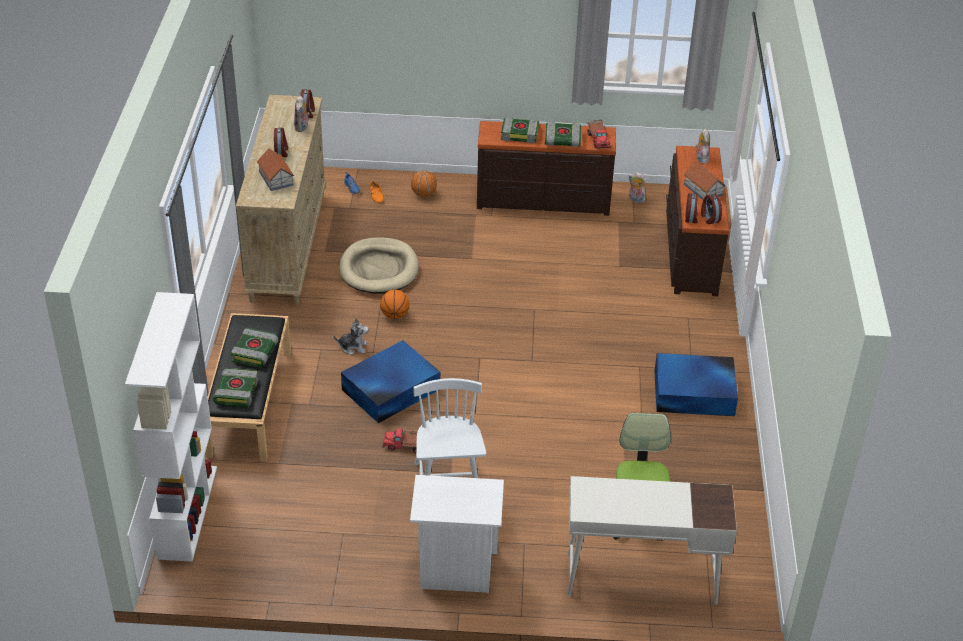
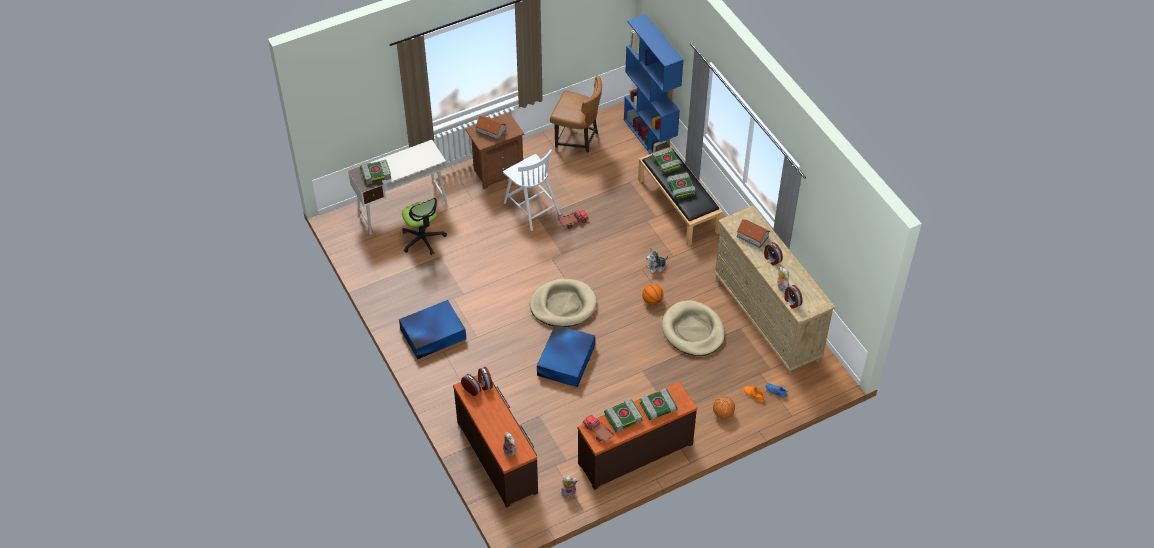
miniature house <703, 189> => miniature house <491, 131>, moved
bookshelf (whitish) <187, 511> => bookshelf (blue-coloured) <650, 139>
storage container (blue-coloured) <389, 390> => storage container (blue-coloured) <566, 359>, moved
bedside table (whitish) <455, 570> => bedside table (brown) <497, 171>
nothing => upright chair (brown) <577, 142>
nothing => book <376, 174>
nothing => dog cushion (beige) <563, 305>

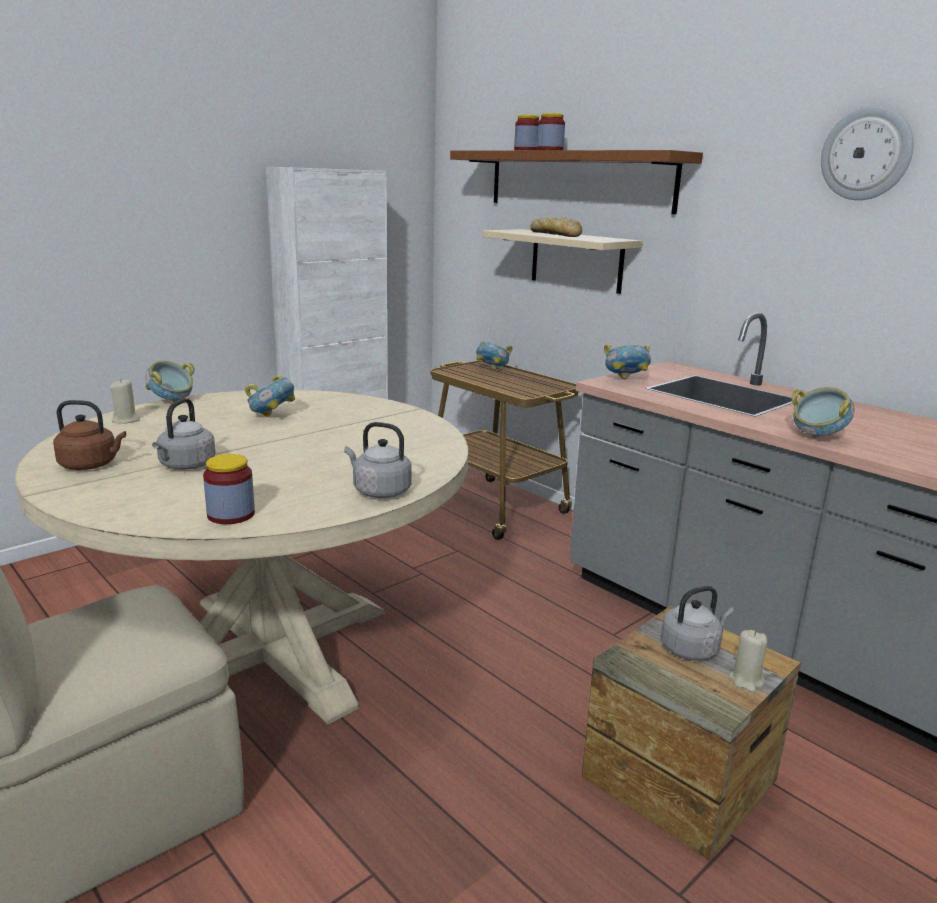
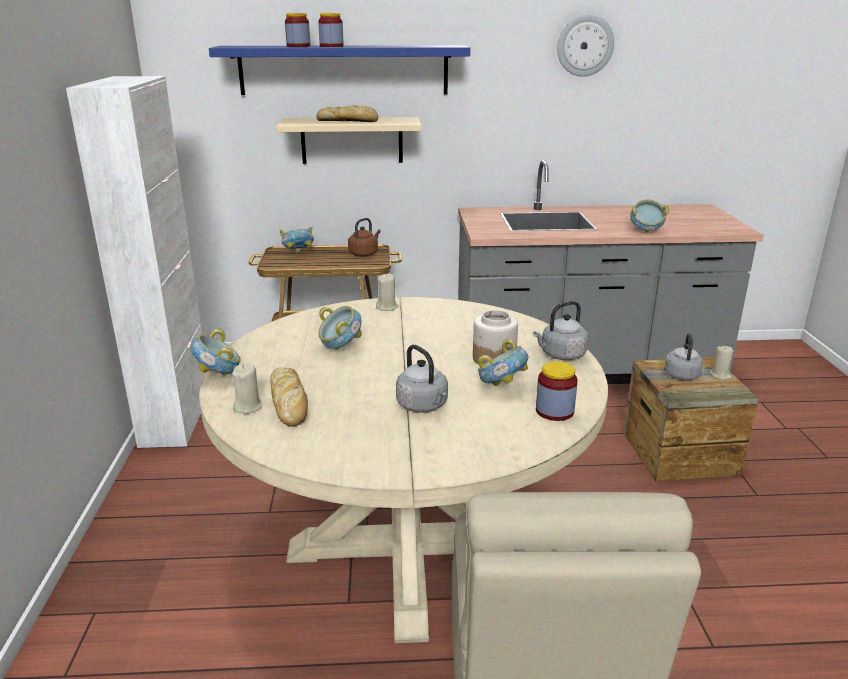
bracket shelf (brown) <578, 180> => bracket shelf (blue-coloured) <344, 70>
serving bowl <625, 380> => serving bowl <501, 386>, moved
tea kettle (brown) <91, 465> => tea kettle (brown) <364, 253>, moved
nothing => wax light (beige) <387, 307>
nothing => preserve jar <493, 358>
nothing => bread <289, 403>

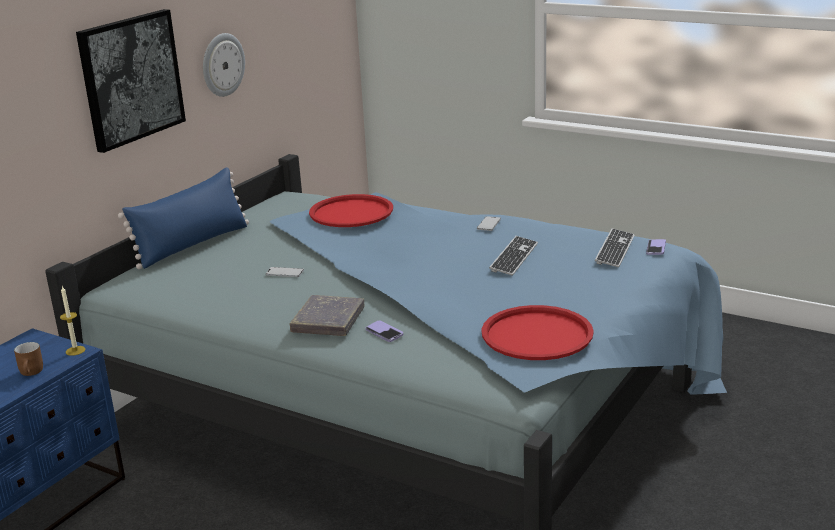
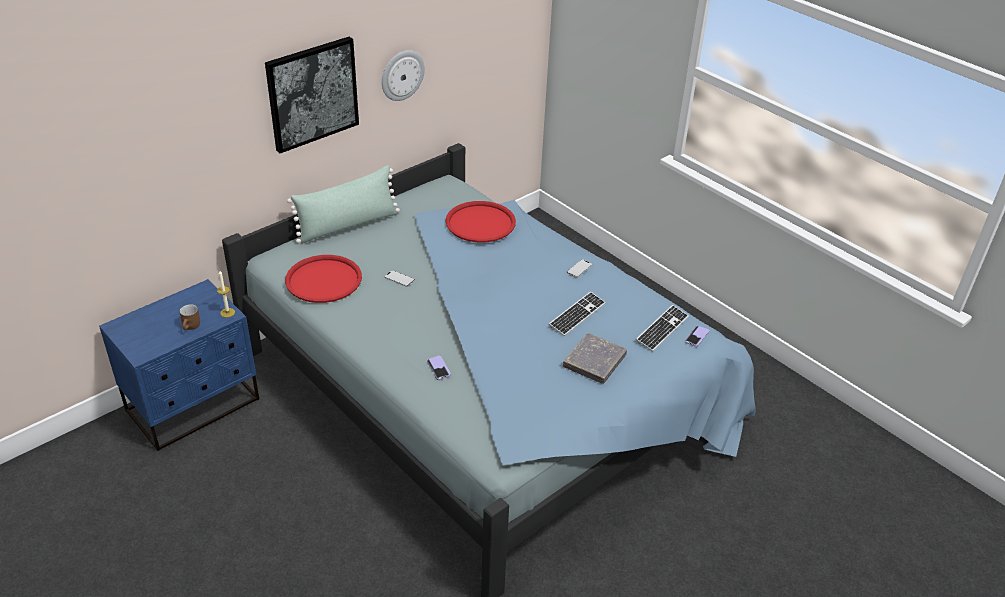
cushion (blue-coloured) <192, 245> => cushion (greenish) <348, 225>
book (gray) <328, 320> => book (gray) <594, 361>, moved
tray (red-coloured) <537, 334> => tray (red-coloured) <323, 280>, moved

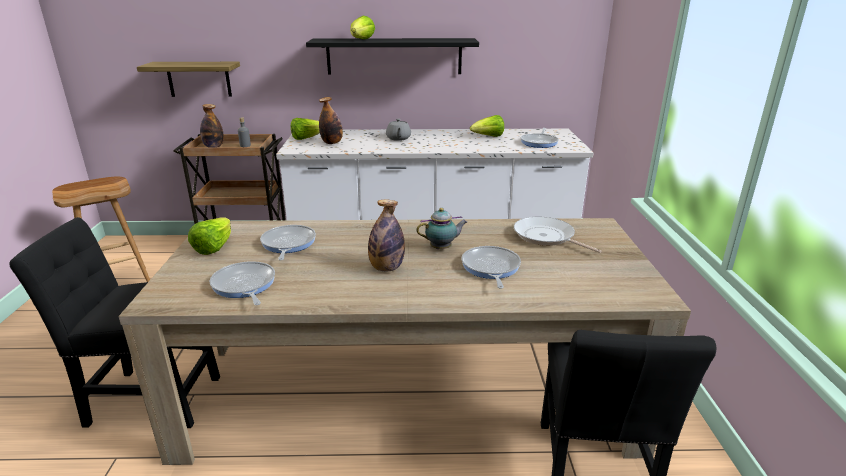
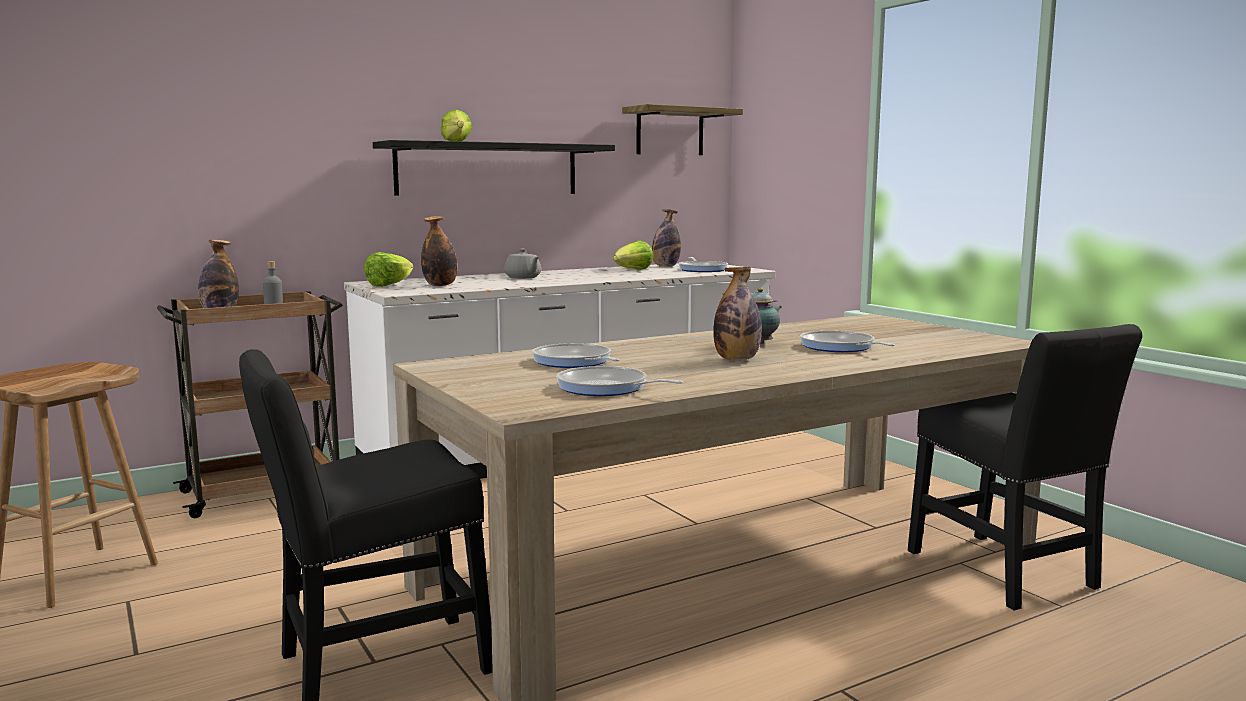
bracket shelf <199, 79> => bracket shelf <670, 132>, moved
skillet <546, 237> => nothing
lettuce <214, 247> => nothing
nothing => drink bottle <665, 266>

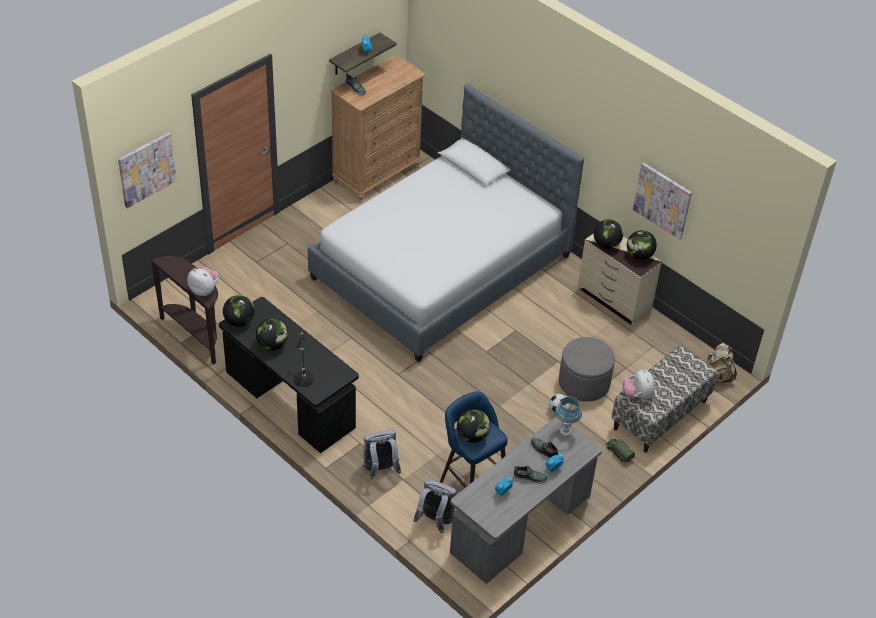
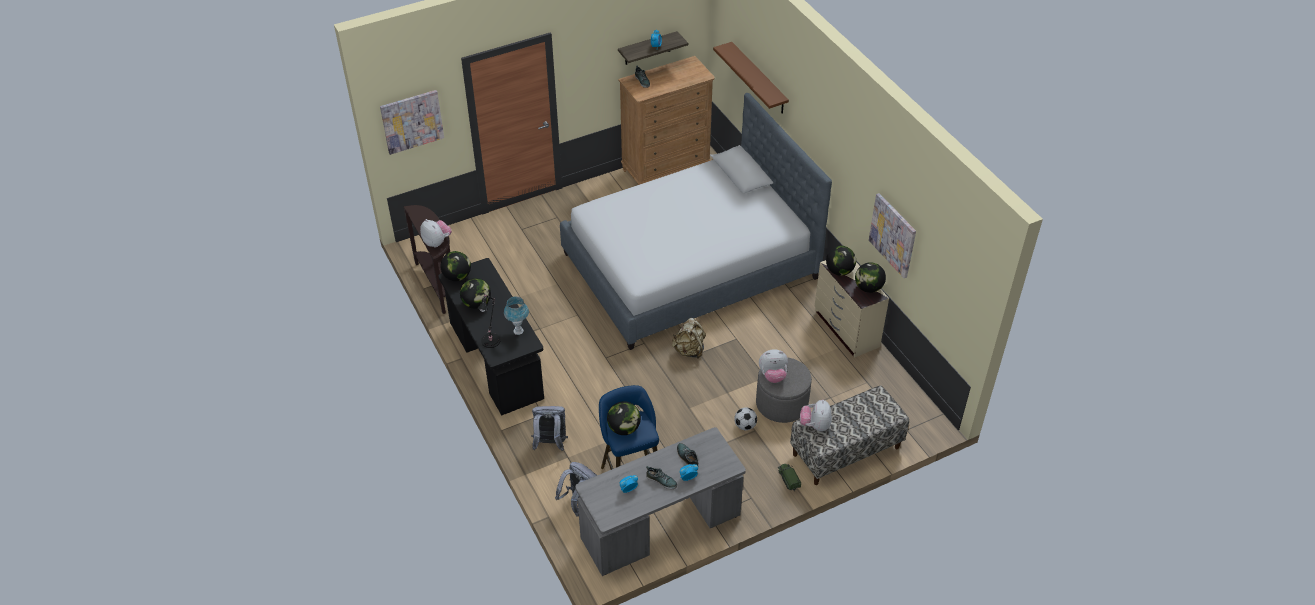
rucksack (beige) <716, 376> => rucksack (beige) <689, 350>, moved
table lamp (blue-coloured) <565, 431> => table lamp (blue-coloured) <518, 331>, moved
nothing => bracket shelf (brown) <759, 79>
nothing => plush toy <772, 375>

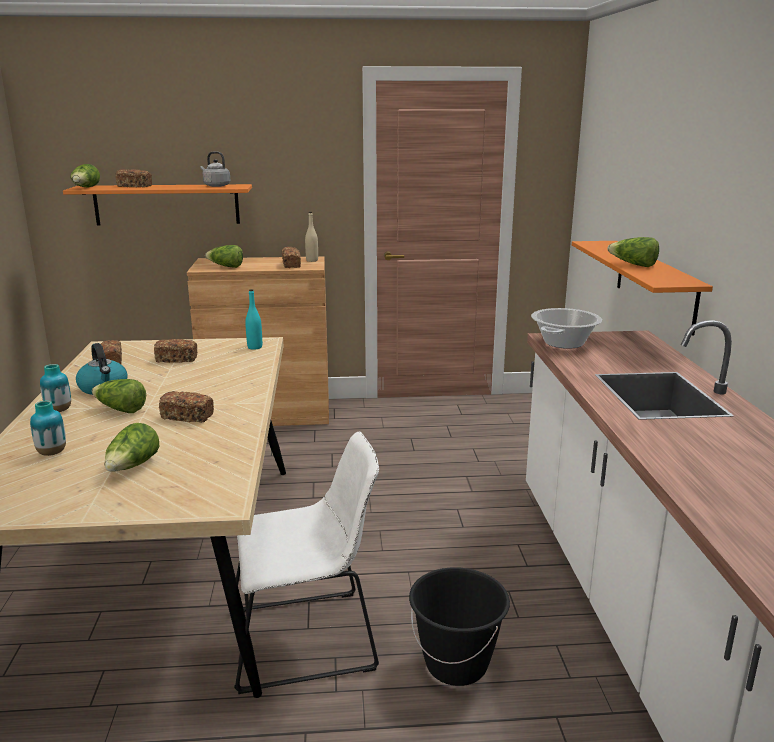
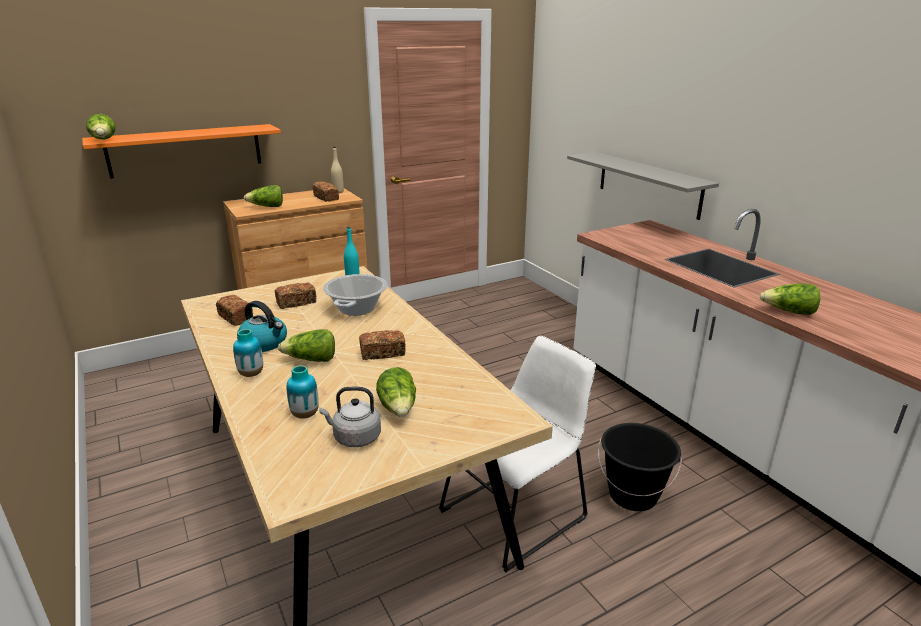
tea kettle (gray) <215, 186> => tea kettle (gray) <354, 438>, moved
bread <135, 186> => nothing
lettuce <633, 265> => lettuce <789, 312>, moved
bracket shelf (orangey) <655, 284> => bracket shelf (gray) <648, 184>
cooking pot <564, 343> => cooking pot <357, 308>, moved

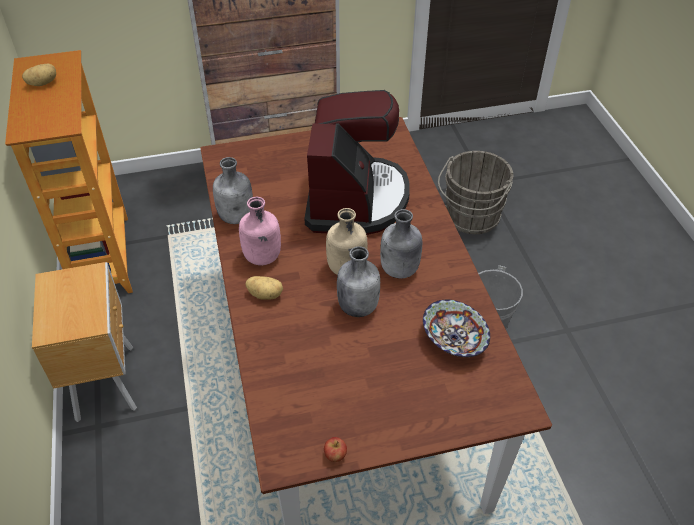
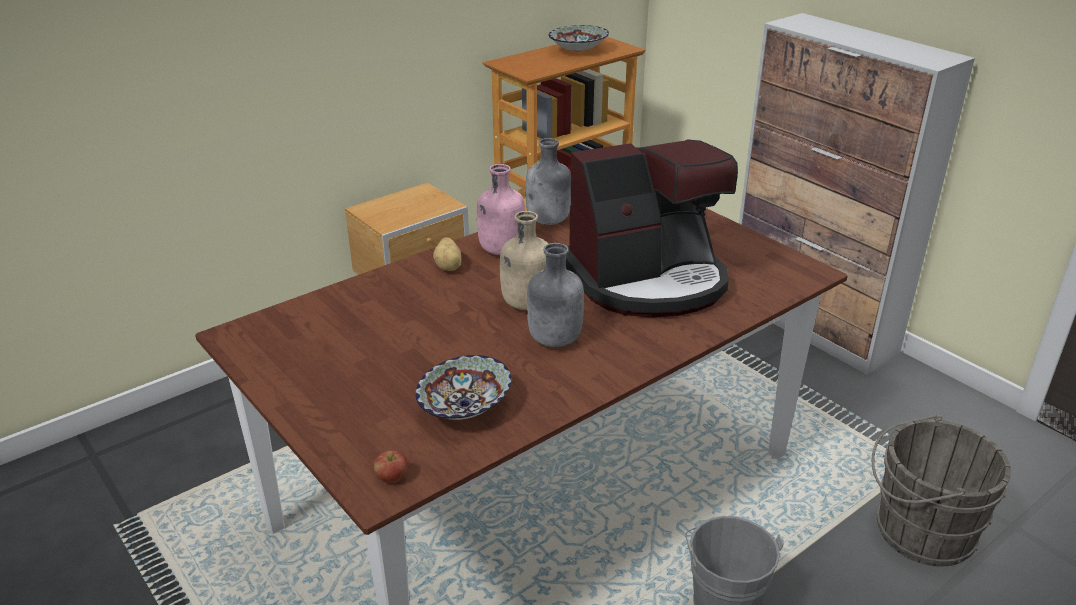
whole potato <43, 83> => serving bowl <578, 51>
drink bottle (gray) <358, 306> => nothing
apple fruit <335, 455> => apple fruit <392, 478>, moved

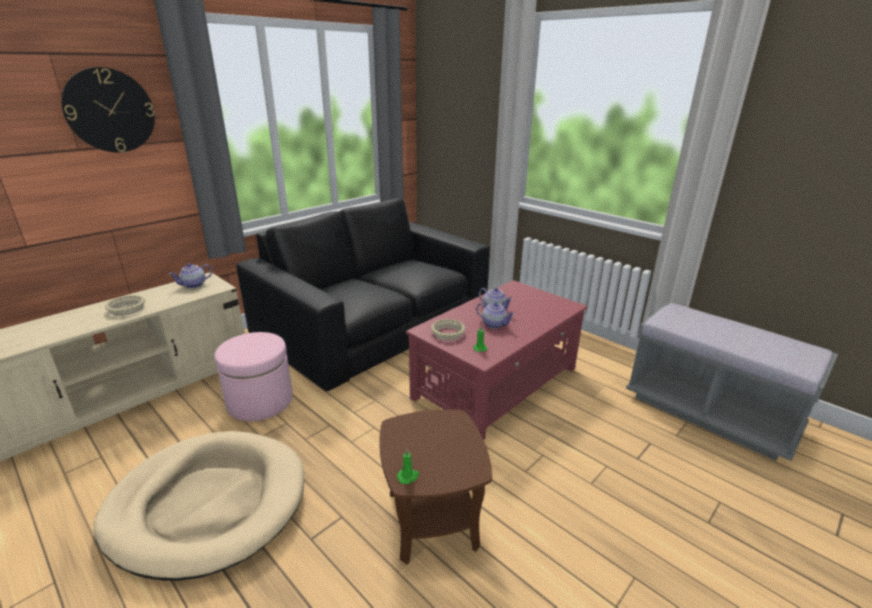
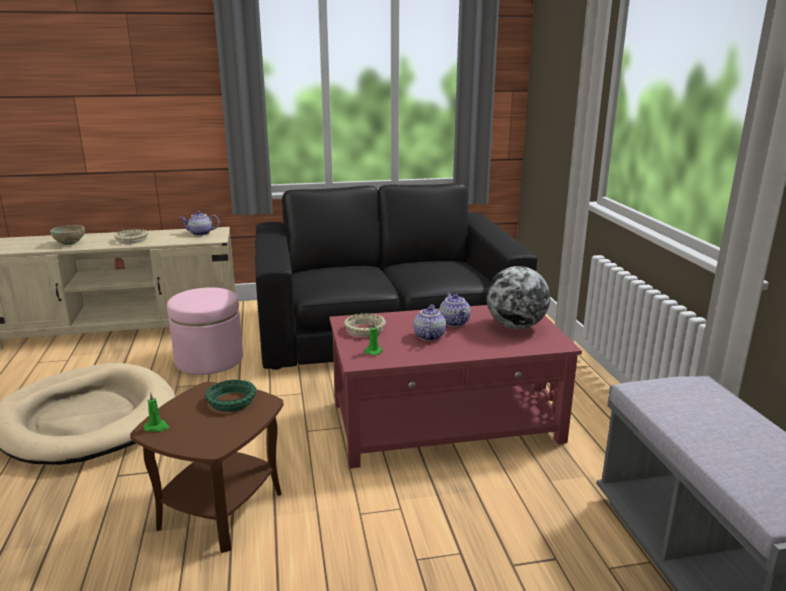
hanging clock <110, 111> => nothing
pot for tea <494, 324> => pot for tea <428, 336>, 150 degrees counterclockwise
nothing => serving bowl (beige) <70, 244>
nothing => world globe <515, 326>
nothing => serving bowl (greenish) <231, 400>

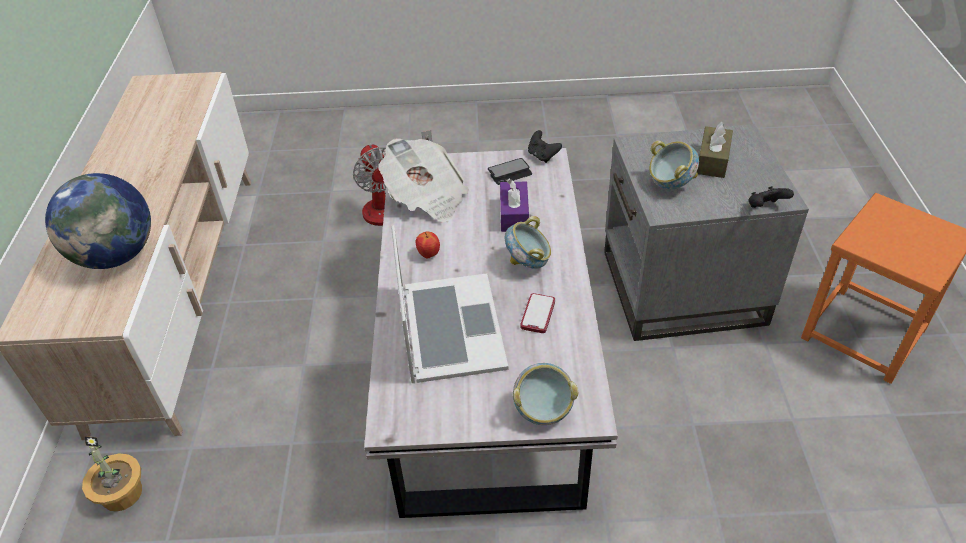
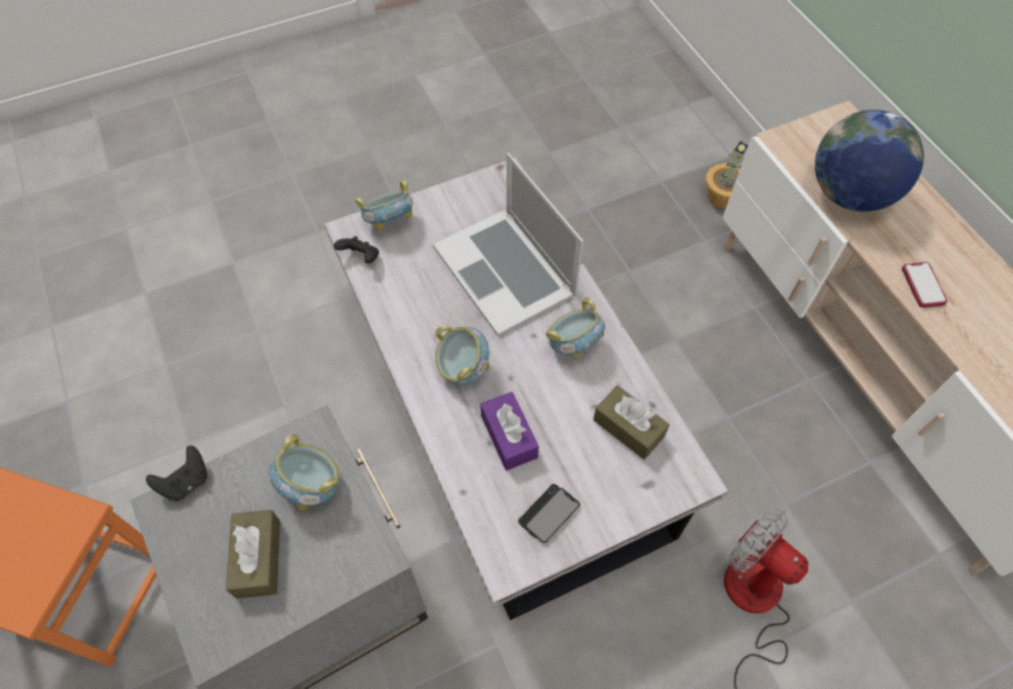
game controller (black) <542, 156> => game controller (black) <361, 258>, moved
printed paper <426, 198> => box of tissues (brown) <628, 428>
apple fruit <428, 255> => serving bowl <573, 344>
handset <538, 314> => handset <923, 285>, moved

